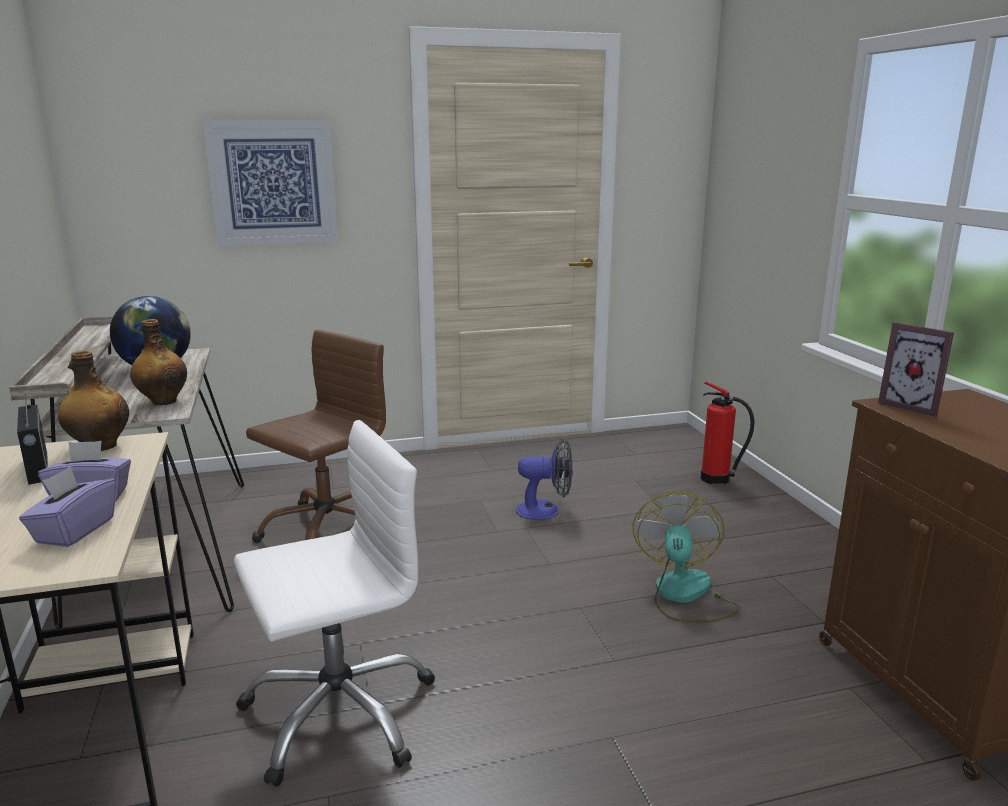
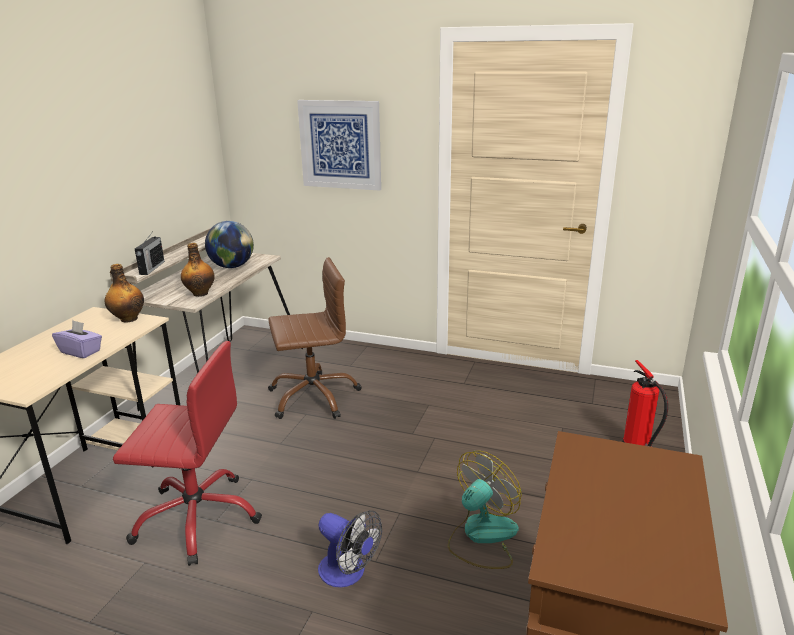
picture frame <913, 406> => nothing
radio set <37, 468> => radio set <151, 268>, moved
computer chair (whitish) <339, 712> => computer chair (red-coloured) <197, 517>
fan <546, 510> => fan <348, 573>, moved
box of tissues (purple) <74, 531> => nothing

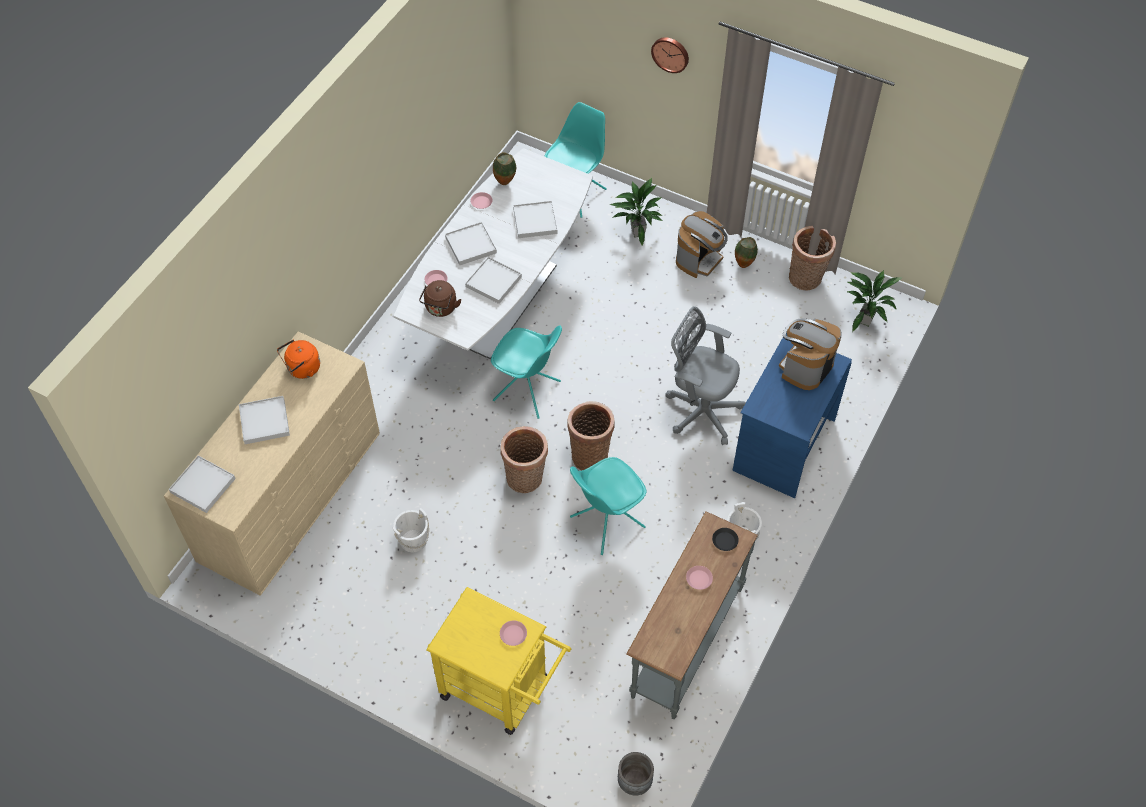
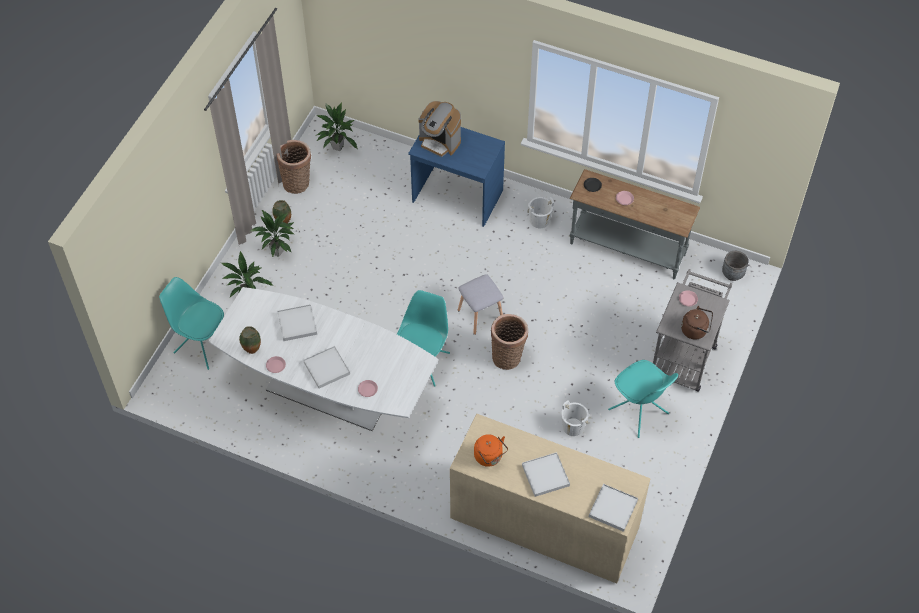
hanging clock <670, 53> => nothing
coffee maker <699, 259> => potted plant <278, 252>
tray (whitish) <493, 282> => nothing
tea kettle (brown) <440, 309> => tea kettle (brown) <695, 330>, moved
computer chair (gray) <700, 410> => nothing
basket <590, 455> => stool (gray) <480, 316>
upright chair (blue-green) <606, 522> => upright chair (blue-green) <639, 412>, moved
cart (yellow-coloured) <502, 691> => cart (gray) <685, 355>

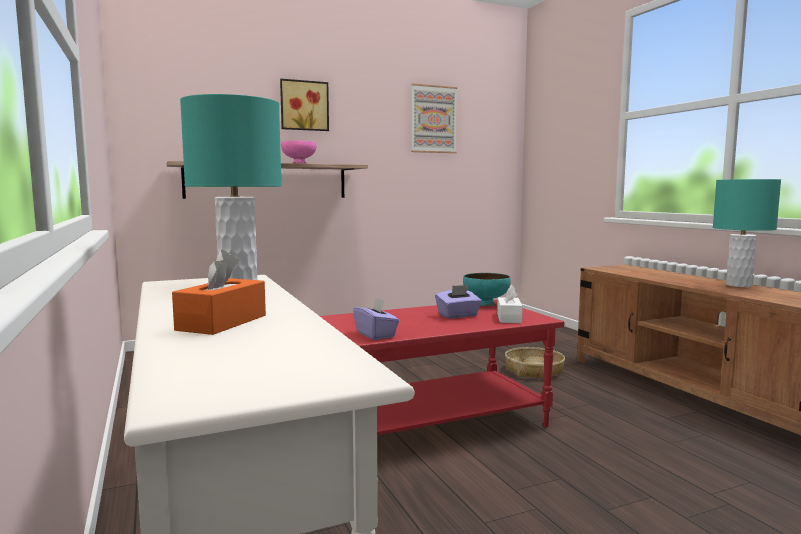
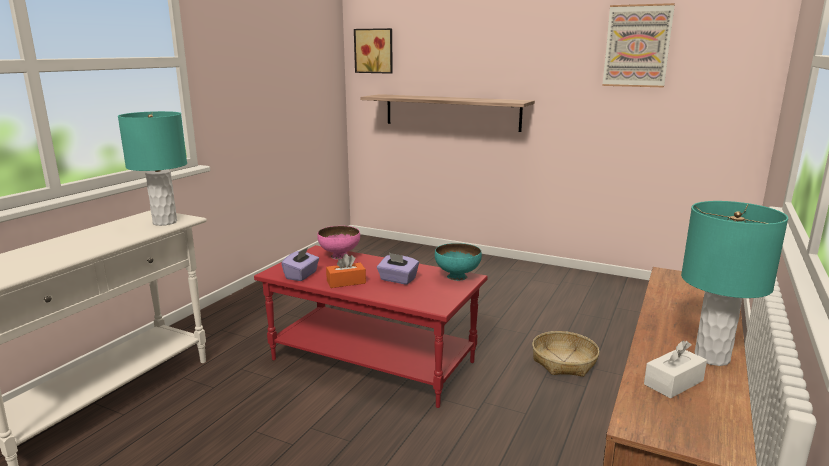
picture <304, 106> => picture <374, 51>, moved
serving bowl (pinkish) <299, 163> => serving bowl (pinkish) <339, 256>, moved
box of tissues (orangey) <222, 322> => box of tissues (orangey) <346, 282>, moved
box of tissues (whitish) <509, 318> => box of tissues (whitish) <673, 382>, moved

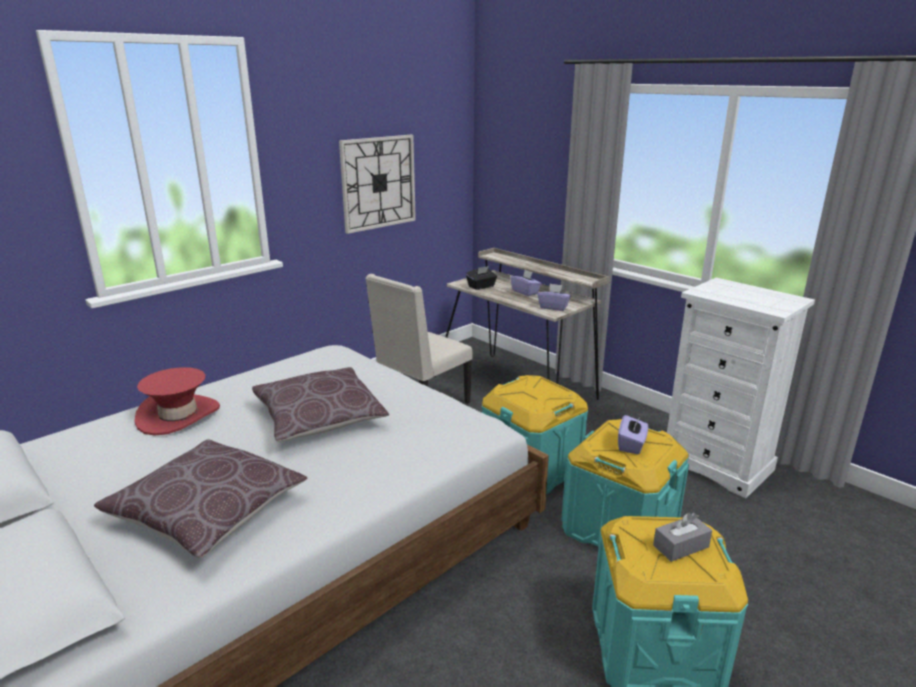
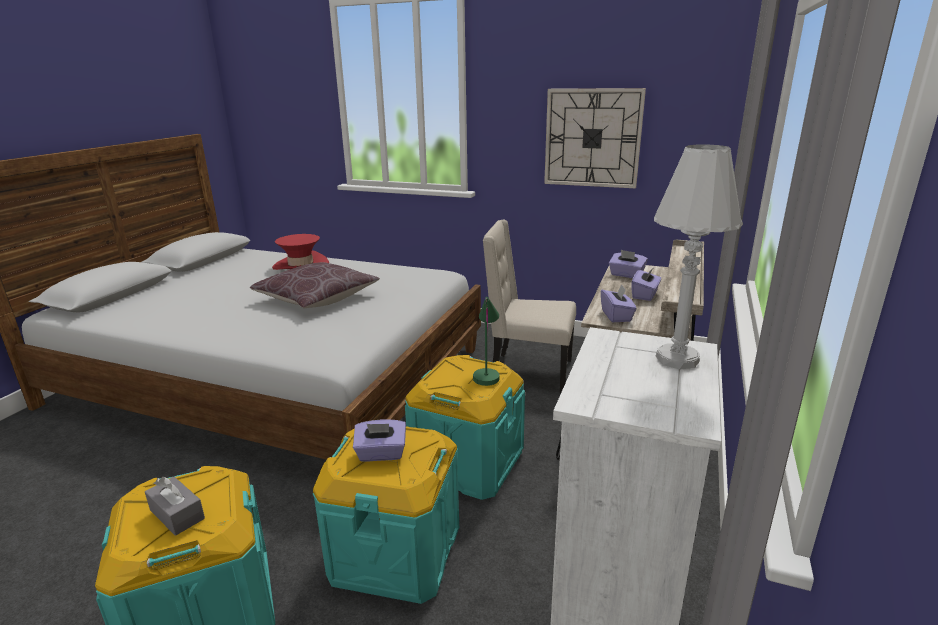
box of tissues (black) <481, 286> => box of tissues (purple) <626, 275>
cushion (brown) <208, 513> => nothing
nothing => table lamp (whitish) <677, 359>
nothing => table lamp (greenish) <487, 372>

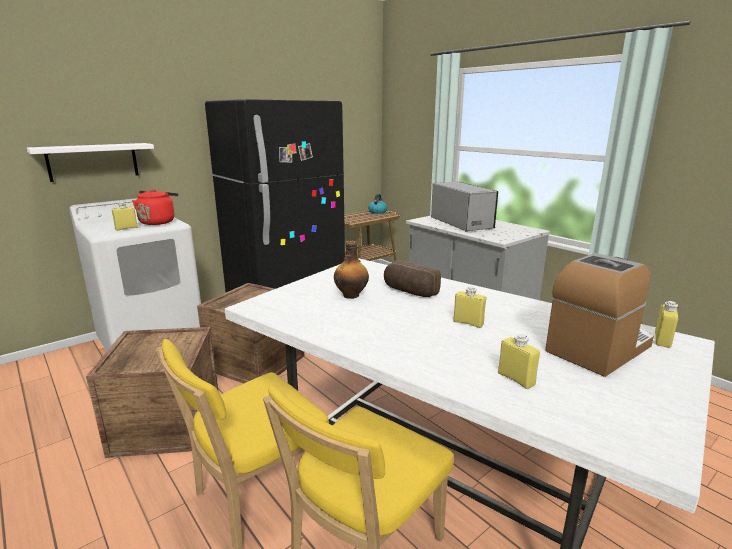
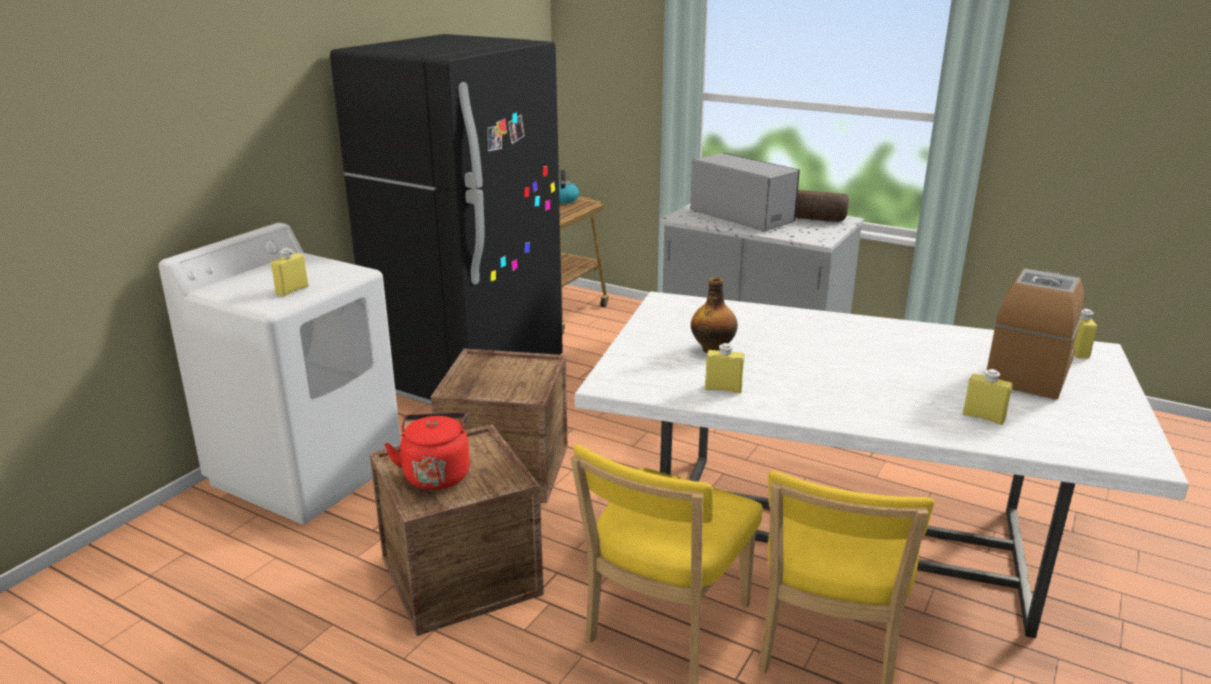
bracket shelf (whitish) <93, 161> => nothing
tea kettle (red-coloured) <158, 222> => tea kettle (red-coloured) <436, 474>, moved
bread <409, 291> => bread <817, 219>, moved
drink bottle (yellow-coloured) <468, 323> => drink bottle (yellow-coloured) <723, 389>, moved

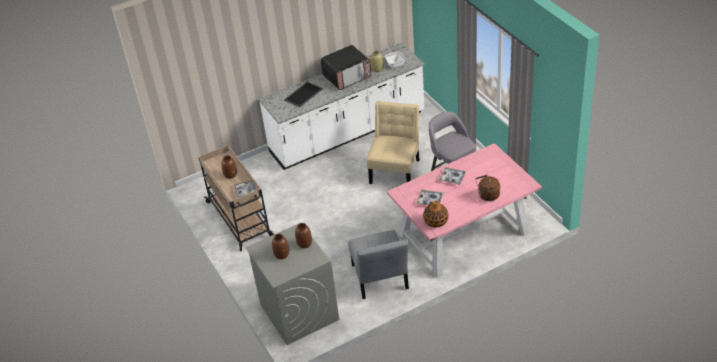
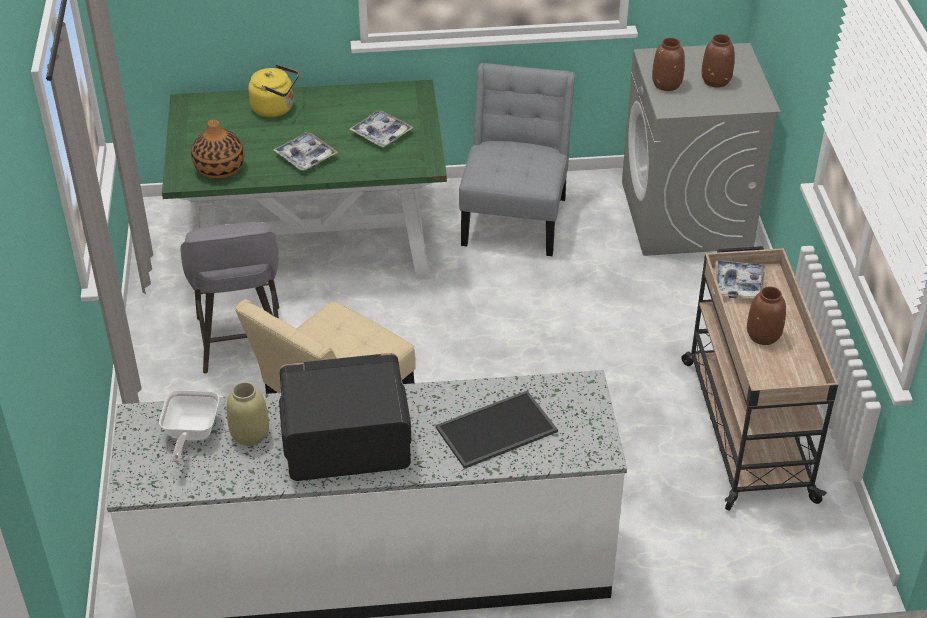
dinner table (pinkish) <464, 233> => dinner table (greenish) <311, 238>
tea kettle (brown) <487, 196> => tea kettle (yellow-coloured) <276, 108>
vase <435, 221> => vase <220, 168>, moved

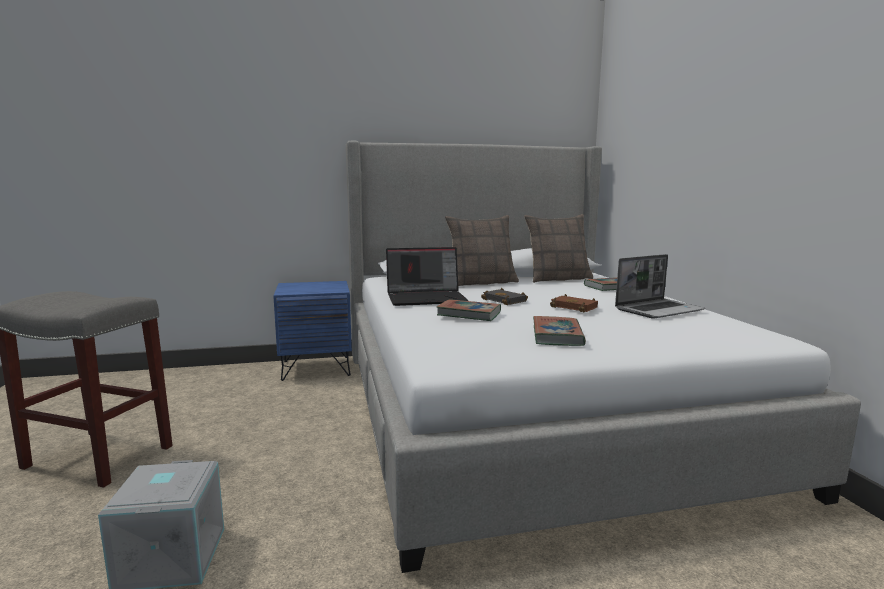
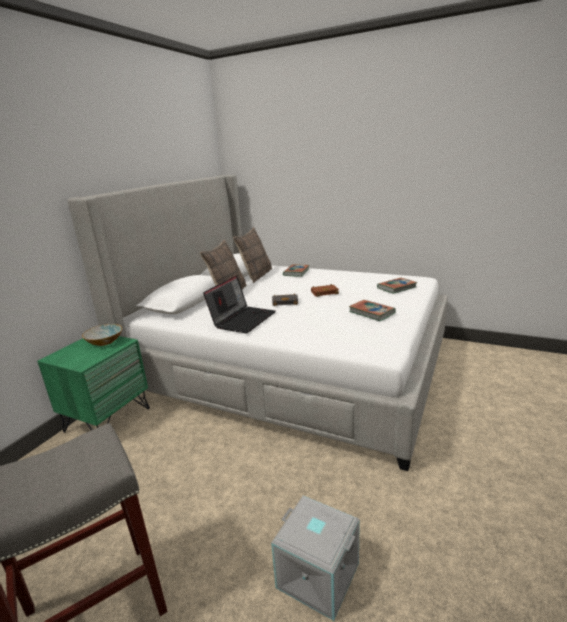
laptop <659, 310> => nothing
bedside table (blue-coloured) <316, 368> => bedside table (greenish) <107, 419>
book <469, 314> => book <396, 288>, moved
nothing => serving bowl <105, 342>

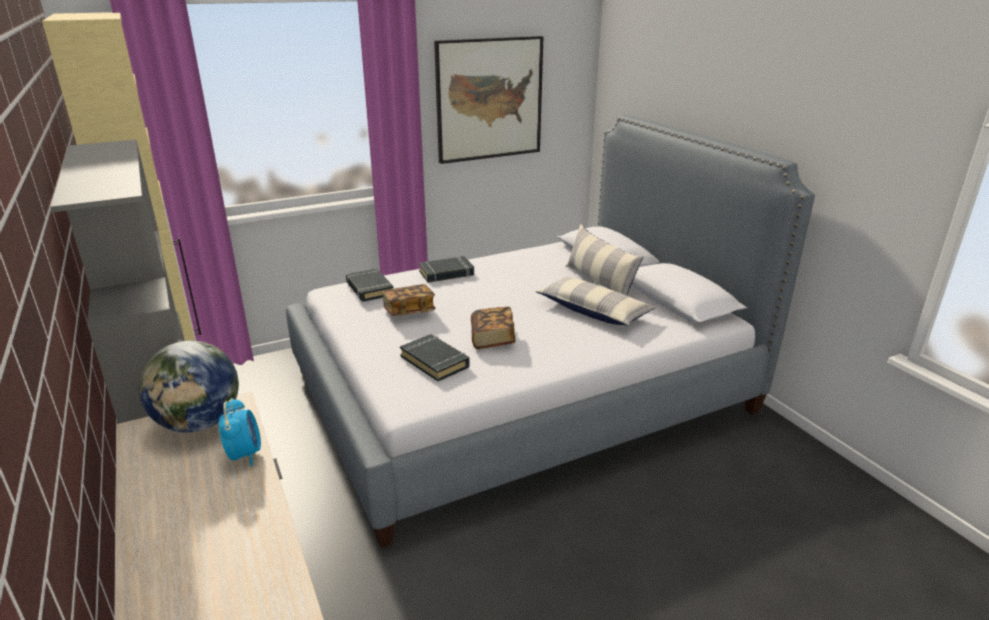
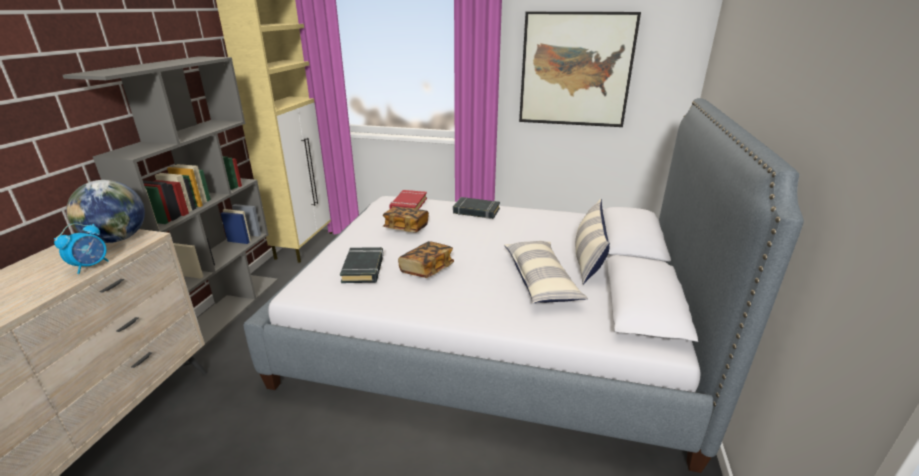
book (black) <369, 289> => book (red-coloured) <408, 205>

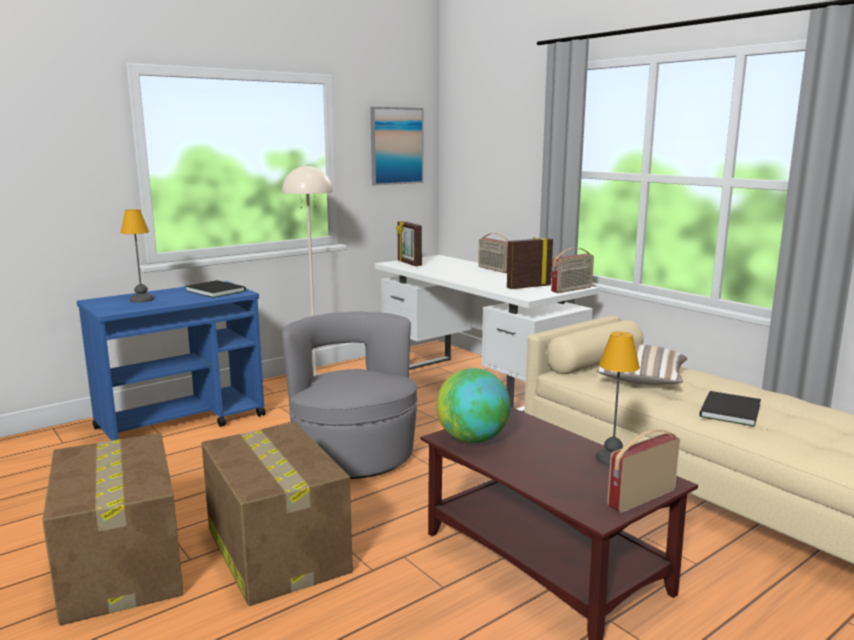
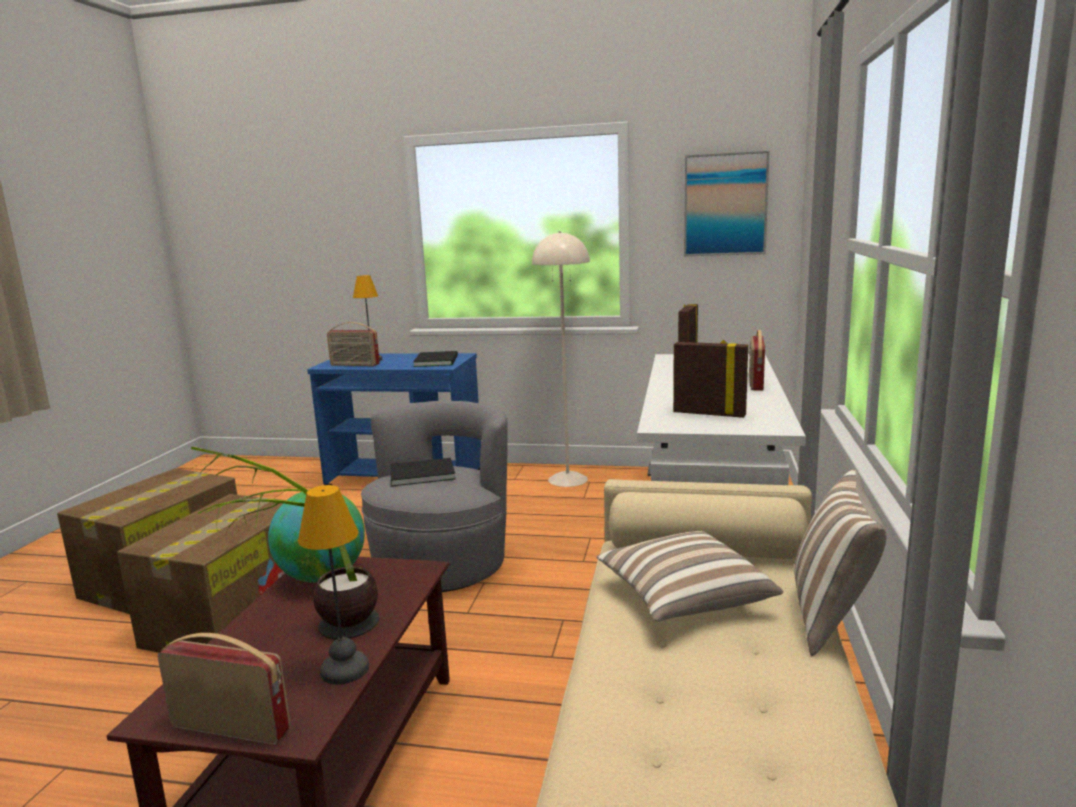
radio set <572, 289> => radio set <354, 365>, moved
book (black) <728, 411> => book (black) <420, 474>, moved
nothing => potted plant <311, 631>
nothing => cushion <832, 618>

